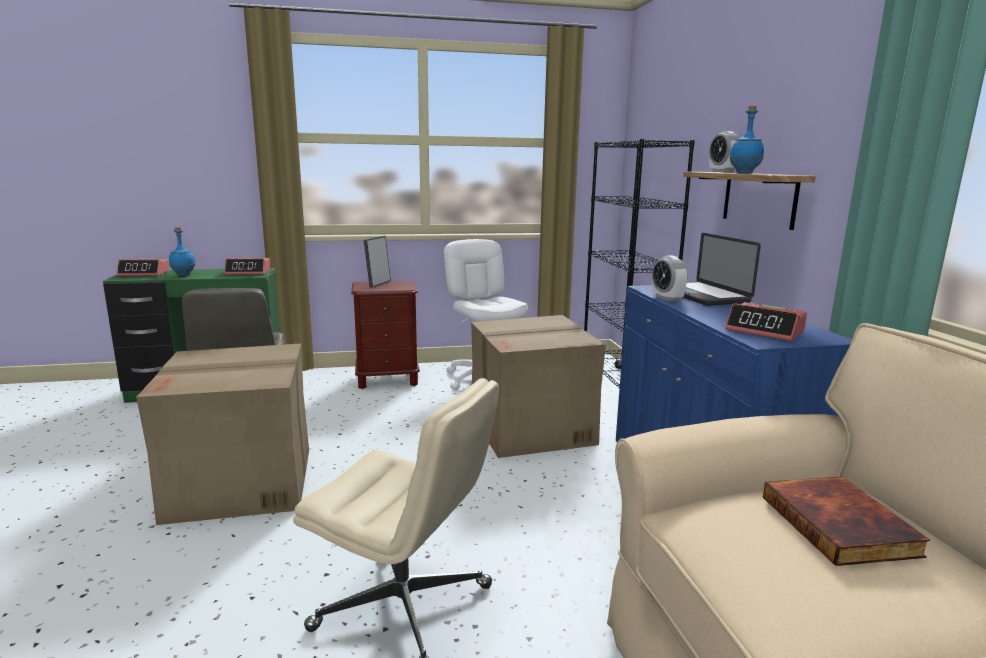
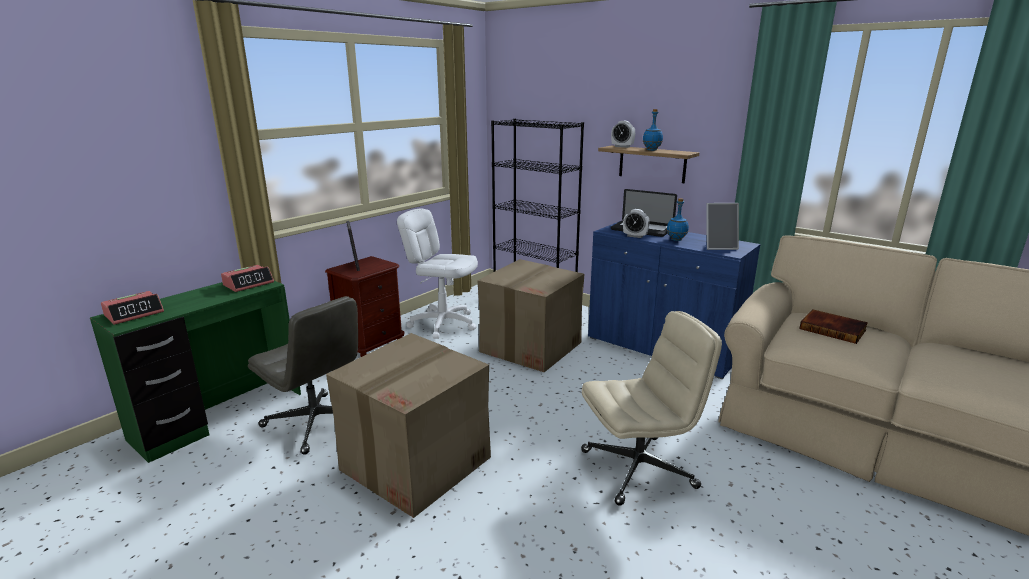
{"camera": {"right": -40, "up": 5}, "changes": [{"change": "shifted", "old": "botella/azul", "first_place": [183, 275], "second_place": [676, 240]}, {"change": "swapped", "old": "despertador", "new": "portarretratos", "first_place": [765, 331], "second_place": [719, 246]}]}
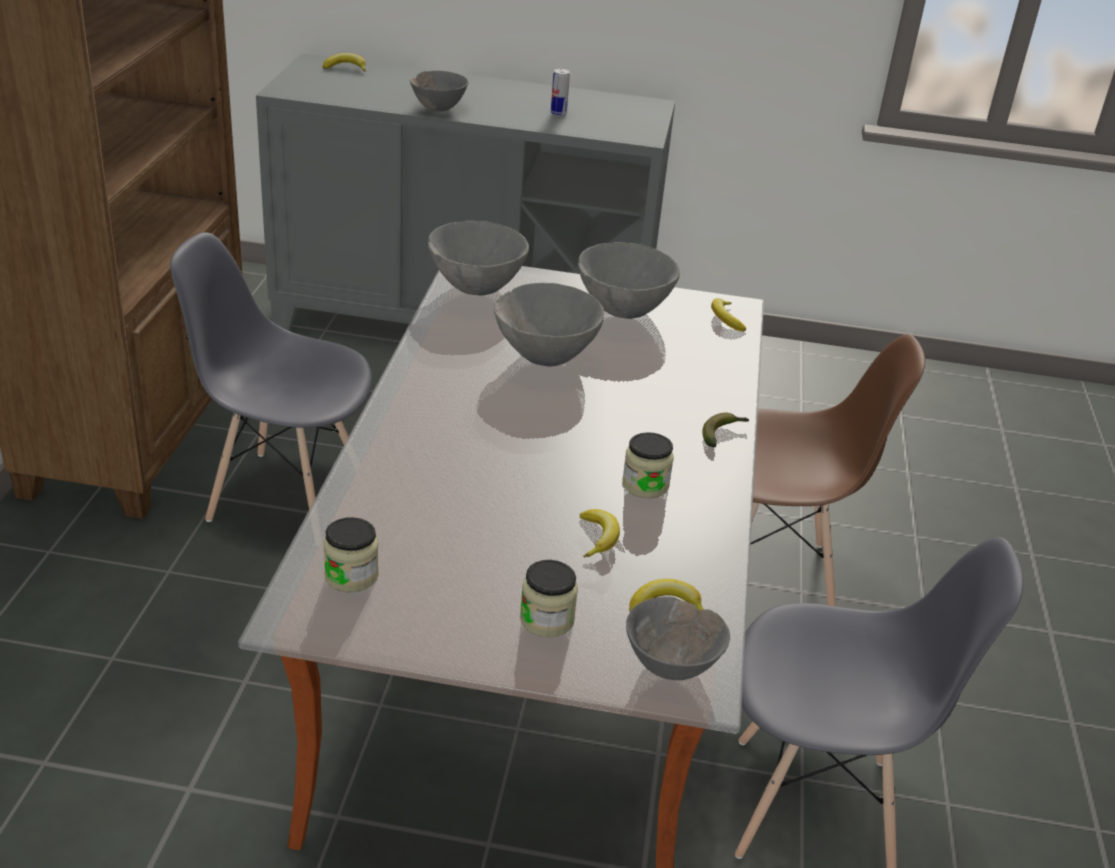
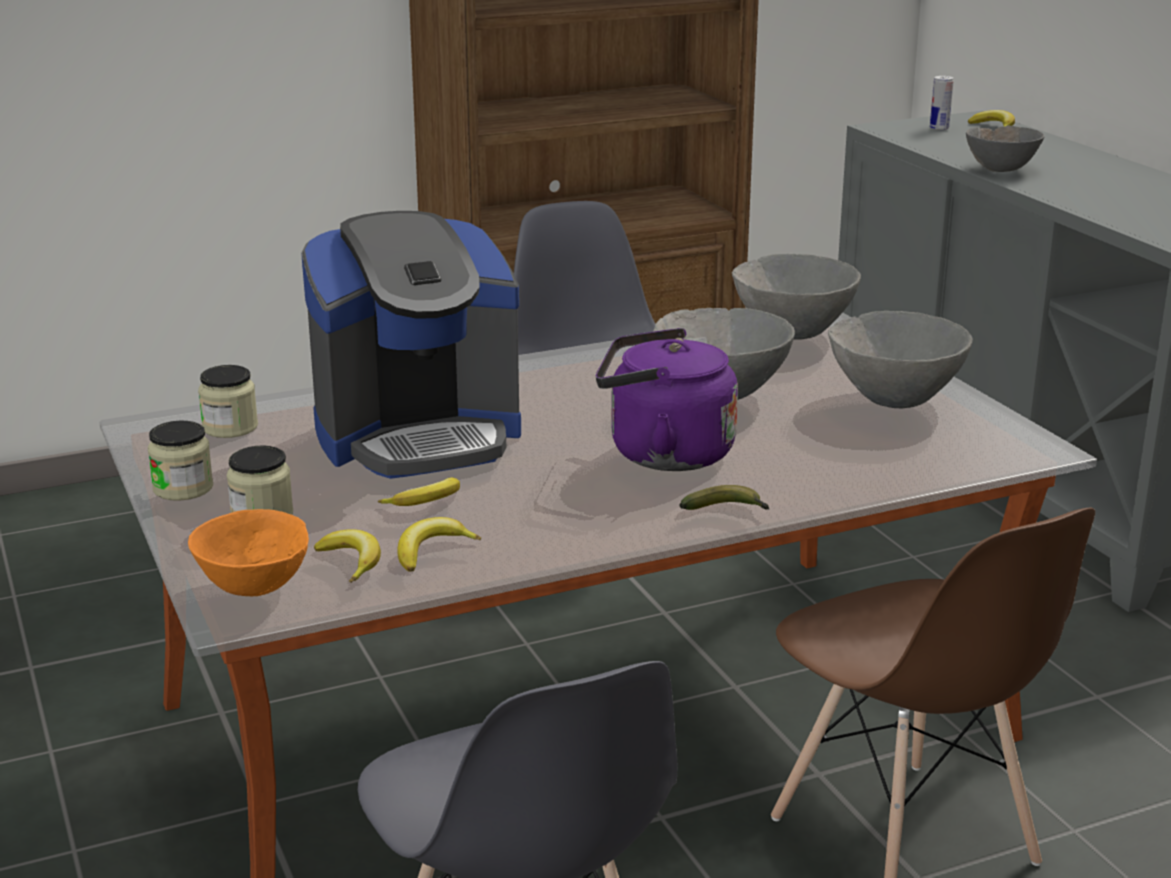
{"camera": {"right": 60, "up": -10}, "changes": [{"change": "shifted", "old": "lata", "first_place": [558, 113], "second_place": [939, 128]}, {"change": "shifted", "old": "plátano", "first_place": [725, 319], "second_place": [431, 551]}, {"change": "shifted", "old": "tarro", "first_place": [645, 485], "second_place": [183, 488]}, {"change": "repainted", "old": "cuenco/gris", "new": "cuenco/naranja", "first_place": [671, 666], "second_place": [255, 589]}, {"change": "new", "new": "cafetera", "second_place": [418, 436]}, {"change": "new", "new": "hervidor/morado", "second_place": [662, 454]}]}
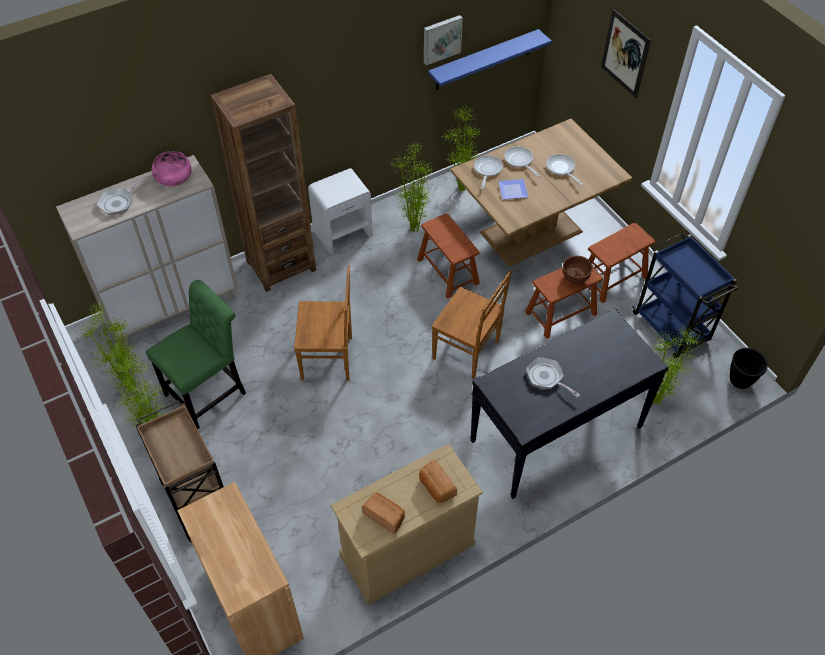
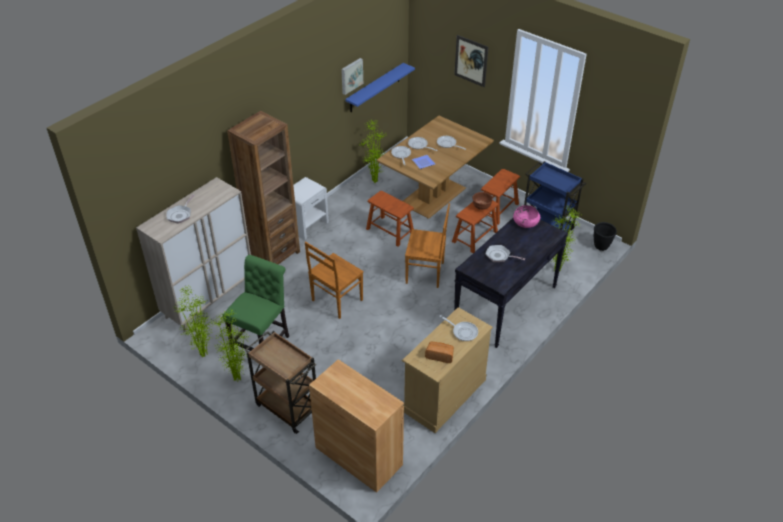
{"camera": {"right": -20, "up": -10}, "changes": [{"change": "gone", "old": "planta en maceta", "first_place": [414, 229]}, {"change": "shifted", "old": "cuenco/rosa", "first_place": [173, 176], "second_place": [525, 222]}, {"change": "rotated", "old": "silla/marrón", "first_place": [329, 358], "second_place": [336, 301], "degrees": 150}, {"change": "swapped", "old": "pan", "new": "sartén", "first_place": [436, 487], "second_place": [463, 332]}]}
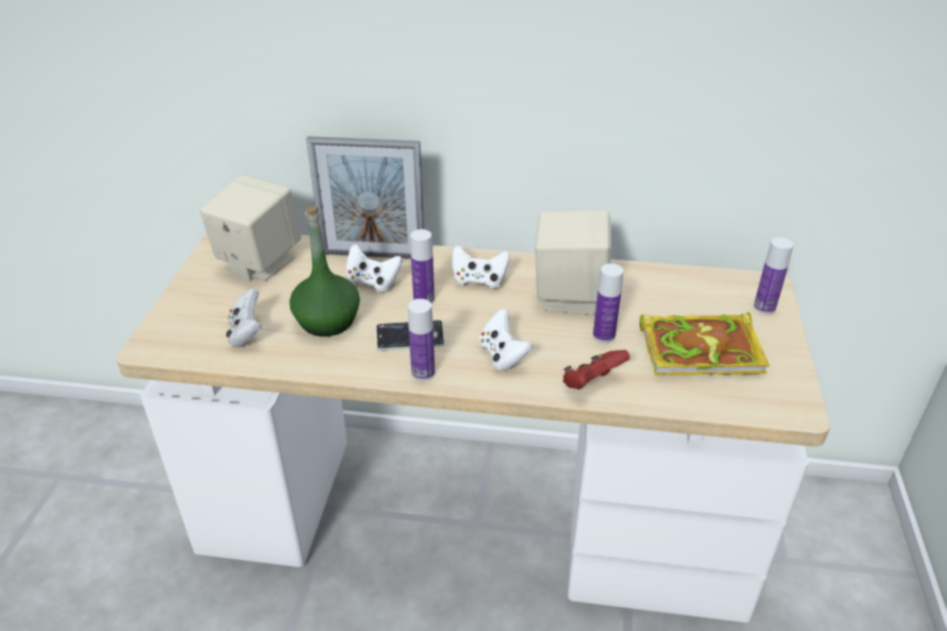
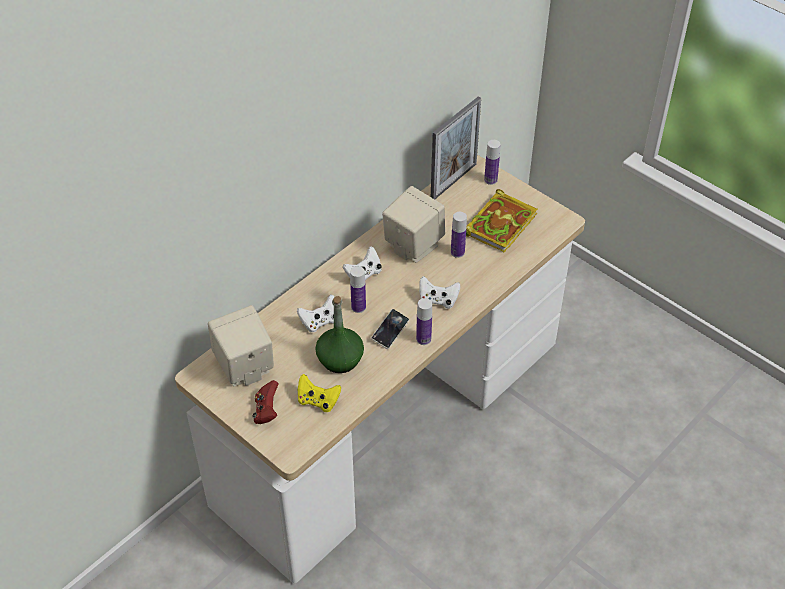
{"camera": {"right": -55, "up": 10}, "changes": [{"change": "shifted", "old": "portarretratos", "first_place": [373, 255], "second_place": [453, 181]}, {"change": "repainted", "old": "mando de consola/blanco", "new": "mando de consola/amarillo", "first_place": [246, 333], "second_place": [318, 401]}, {"change": "shifted", "old": "mando de consola/rojo", "first_place": [591, 383], "second_place": [266, 411]}]}
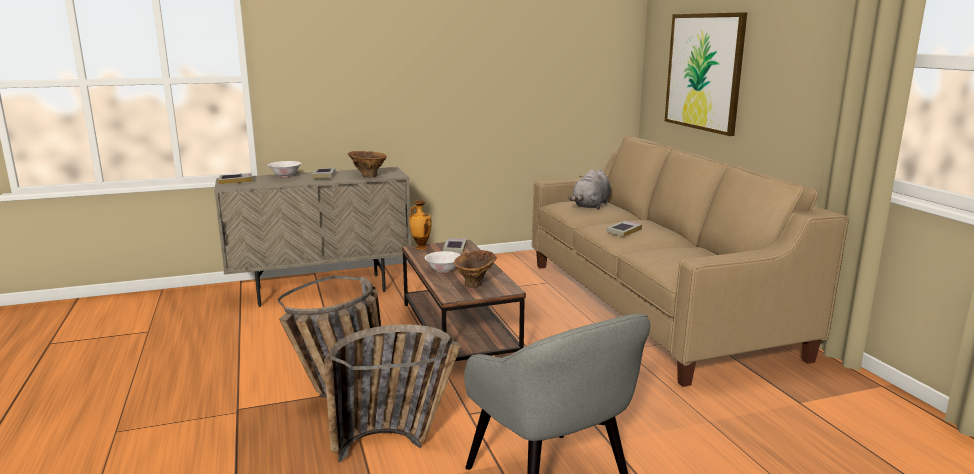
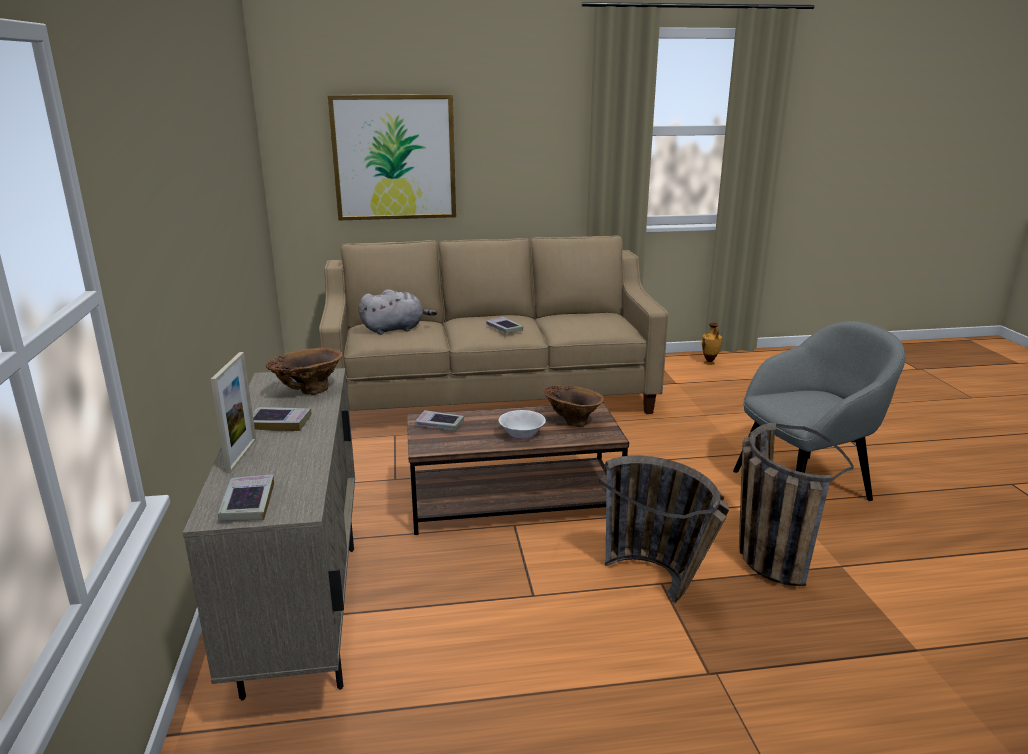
{"camera": {"right": -80, "up": 5}, "changes": [{"change": "swapped", "old": "cuenco/blanco", "new": "portarretratos", "first_place": [285, 175], "second_place": [241, 456]}, {"change": "rotated", "old": "peluche/gris", "first_place": [591, 206], "second_place": [395, 329], "degrees": -60}, {"change": "shifted", "old": "florero", "first_place": [421, 247], "second_place": [709, 363]}]}
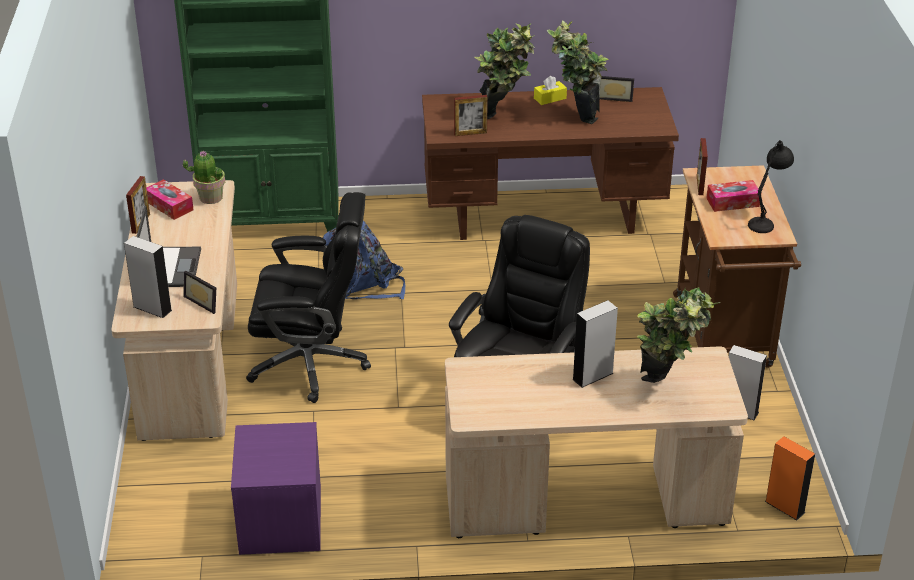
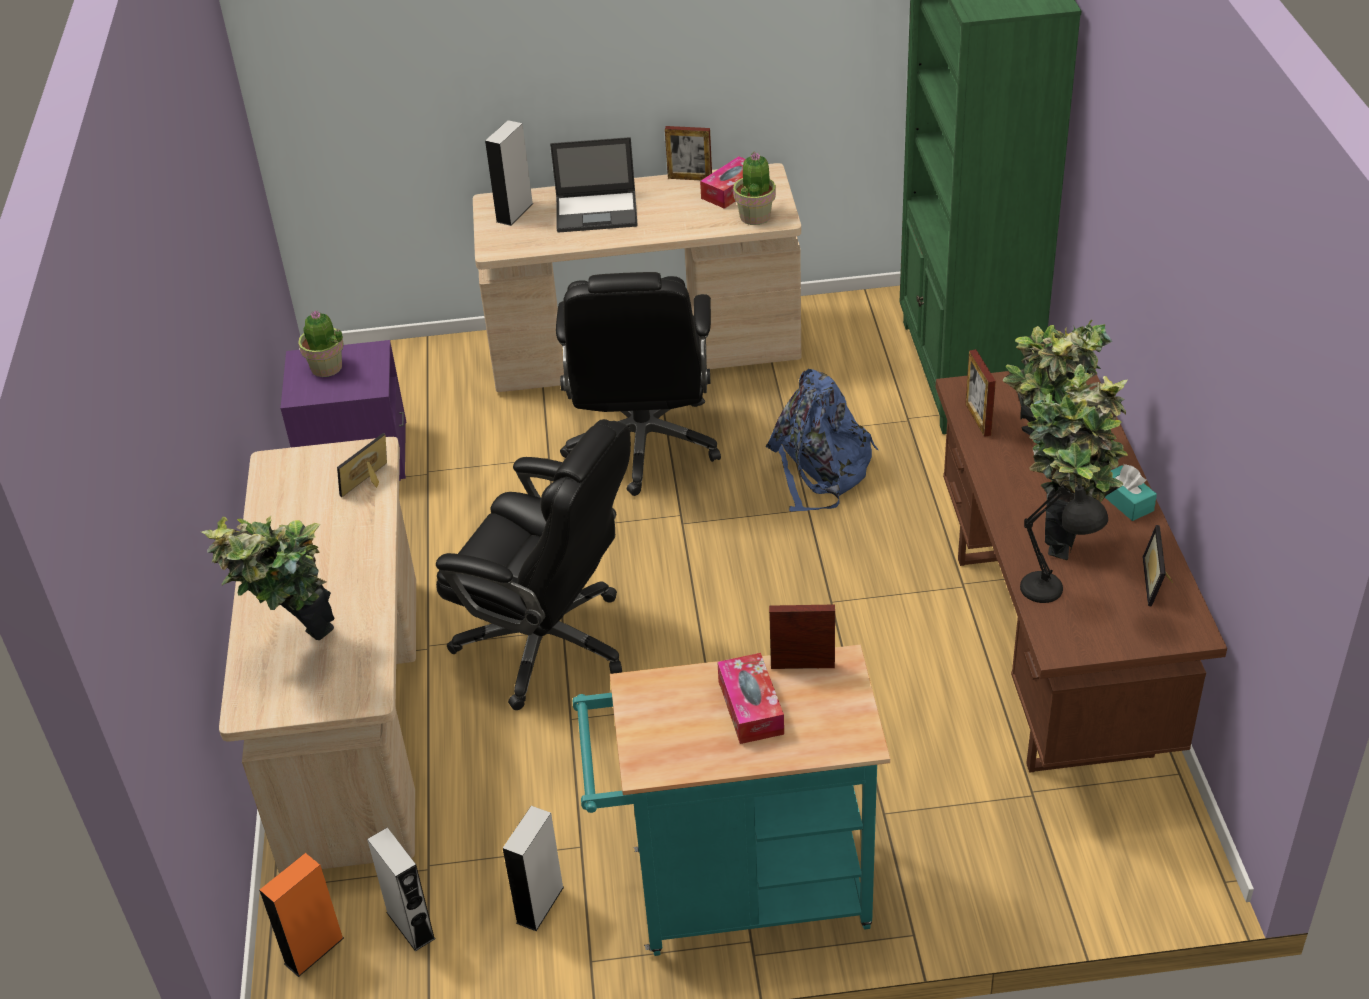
{"camera": {"right": 90, "up": 5}, "changes": [{"change": "repainted", "old": "caja de pañuelos/amarillo", "new": "caja de pañuelos/turquesa", "first_place": [550, 98], "second_place": [1125, 501]}, {"change": "shifted", "old": "lámpara de mesa/negro", "first_place": [767, 221], "second_place": [1057, 595]}, {"change": "repainted", "old": "carrito/marrón", "new": "carrito/turquesa", "first_place": [725, 336], "second_place": [736, 894]}, {"change": "shifted", "old": "portarretratos", "first_place": [204, 301], "second_place": [370, 483]}, {"change": "shifted", "old": "altavoz/gris", "first_place": [592, 376], "second_place": [410, 925]}, {"change": "new", "new": "planta en maceta", "second_place": [326, 368]}]}
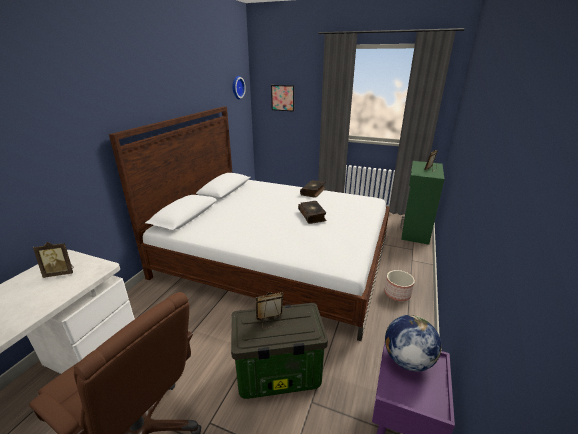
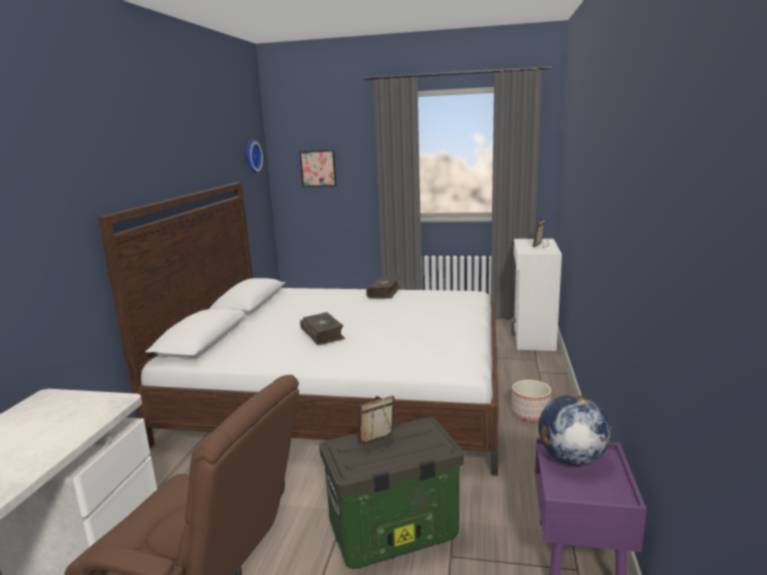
{"camera": {"right": -10, "up": -10}, "changes": [{"change": "repainted", "old": "armario/verde", "new": "armario/blanco", "first_place": [414, 230], "second_place": [532, 337]}, {"change": "shifted", "old": "libro", "first_place": [312, 215], "second_place": [323, 334]}, {"change": "gone", "old": "portarretratos", "first_place": [60, 273]}]}
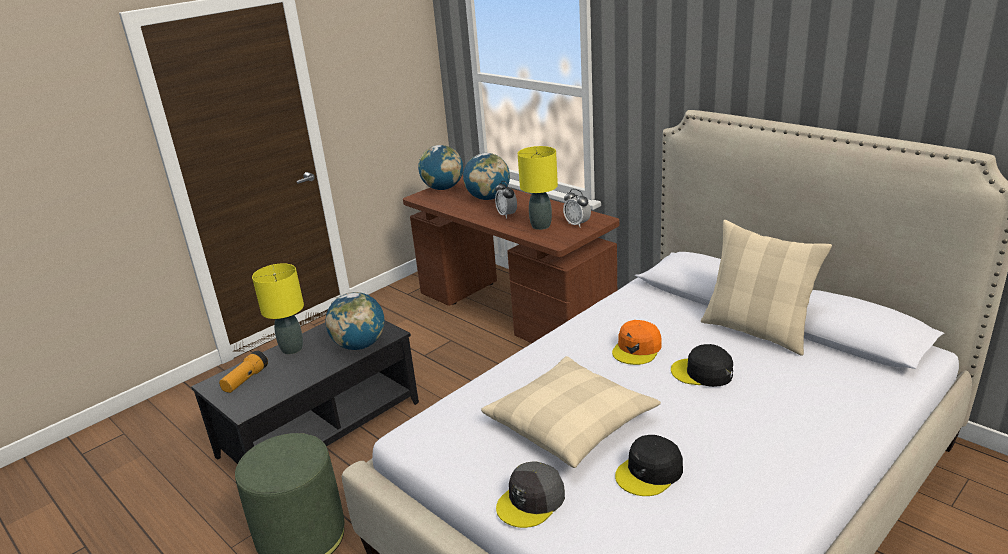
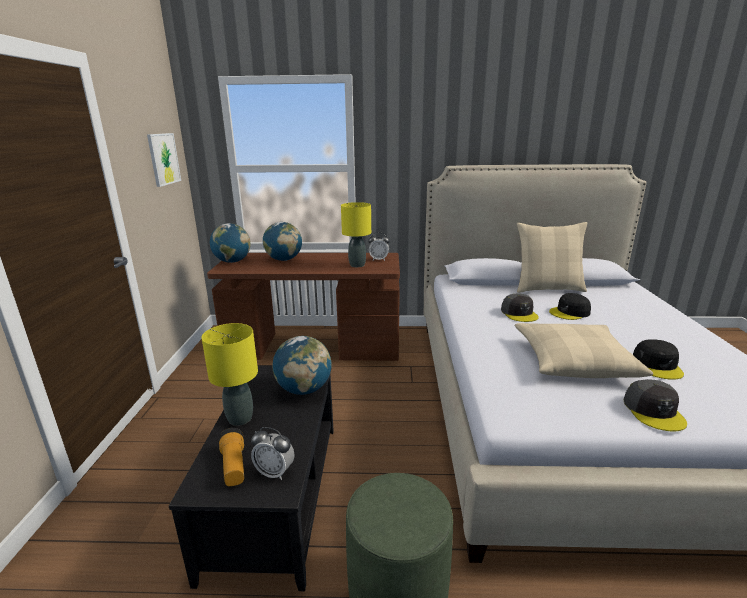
{"camera": {"right": -45, "up": -5}, "changes": [{"change": "shifted", "old": "despertador", "first_place": [507, 215], "second_place": [275, 472]}, {"change": "repainted", "old": "gorra/naranja", "new": "gorra/gris", "first_place": [637, 349], "second_place": [519, 313]}, {"change": "new", "new": "cuadro", "second_place": [163, 159]}]}
